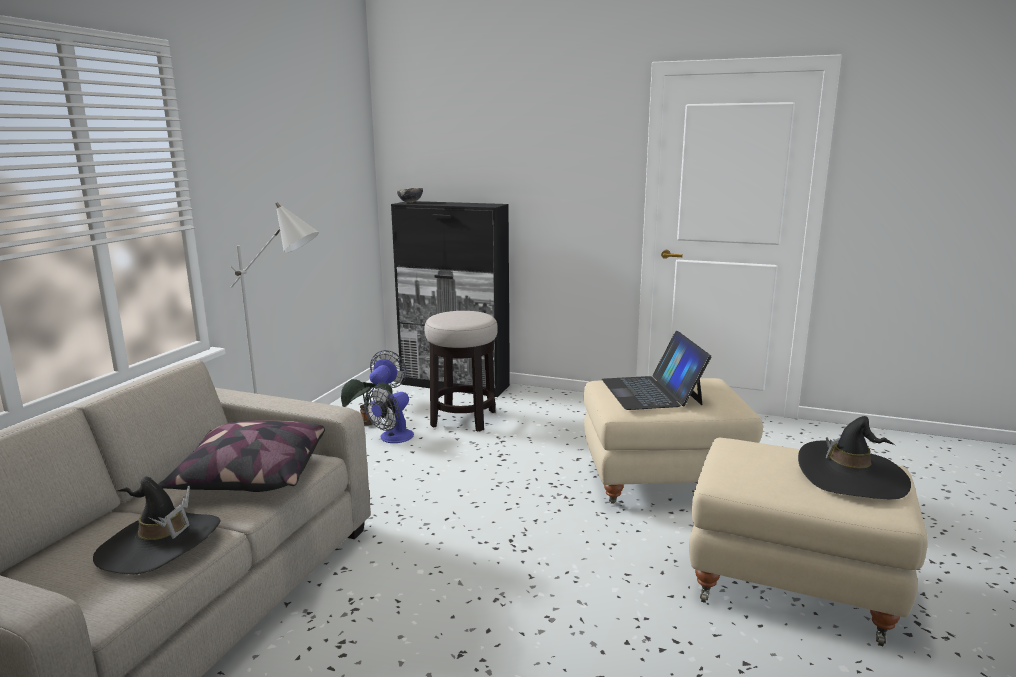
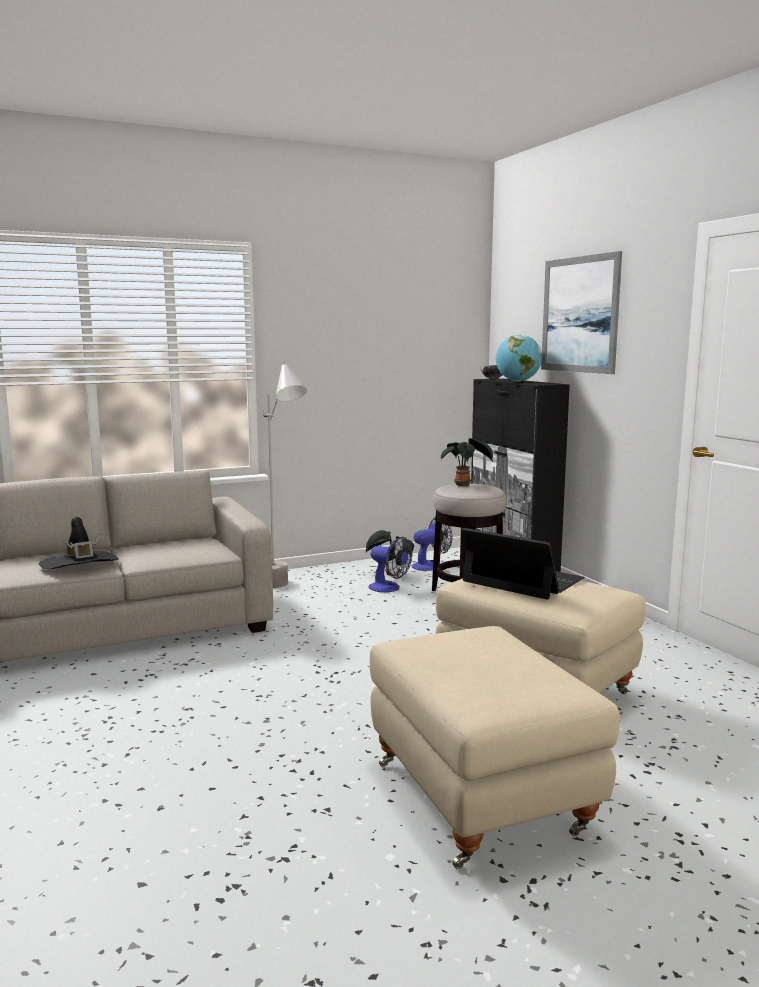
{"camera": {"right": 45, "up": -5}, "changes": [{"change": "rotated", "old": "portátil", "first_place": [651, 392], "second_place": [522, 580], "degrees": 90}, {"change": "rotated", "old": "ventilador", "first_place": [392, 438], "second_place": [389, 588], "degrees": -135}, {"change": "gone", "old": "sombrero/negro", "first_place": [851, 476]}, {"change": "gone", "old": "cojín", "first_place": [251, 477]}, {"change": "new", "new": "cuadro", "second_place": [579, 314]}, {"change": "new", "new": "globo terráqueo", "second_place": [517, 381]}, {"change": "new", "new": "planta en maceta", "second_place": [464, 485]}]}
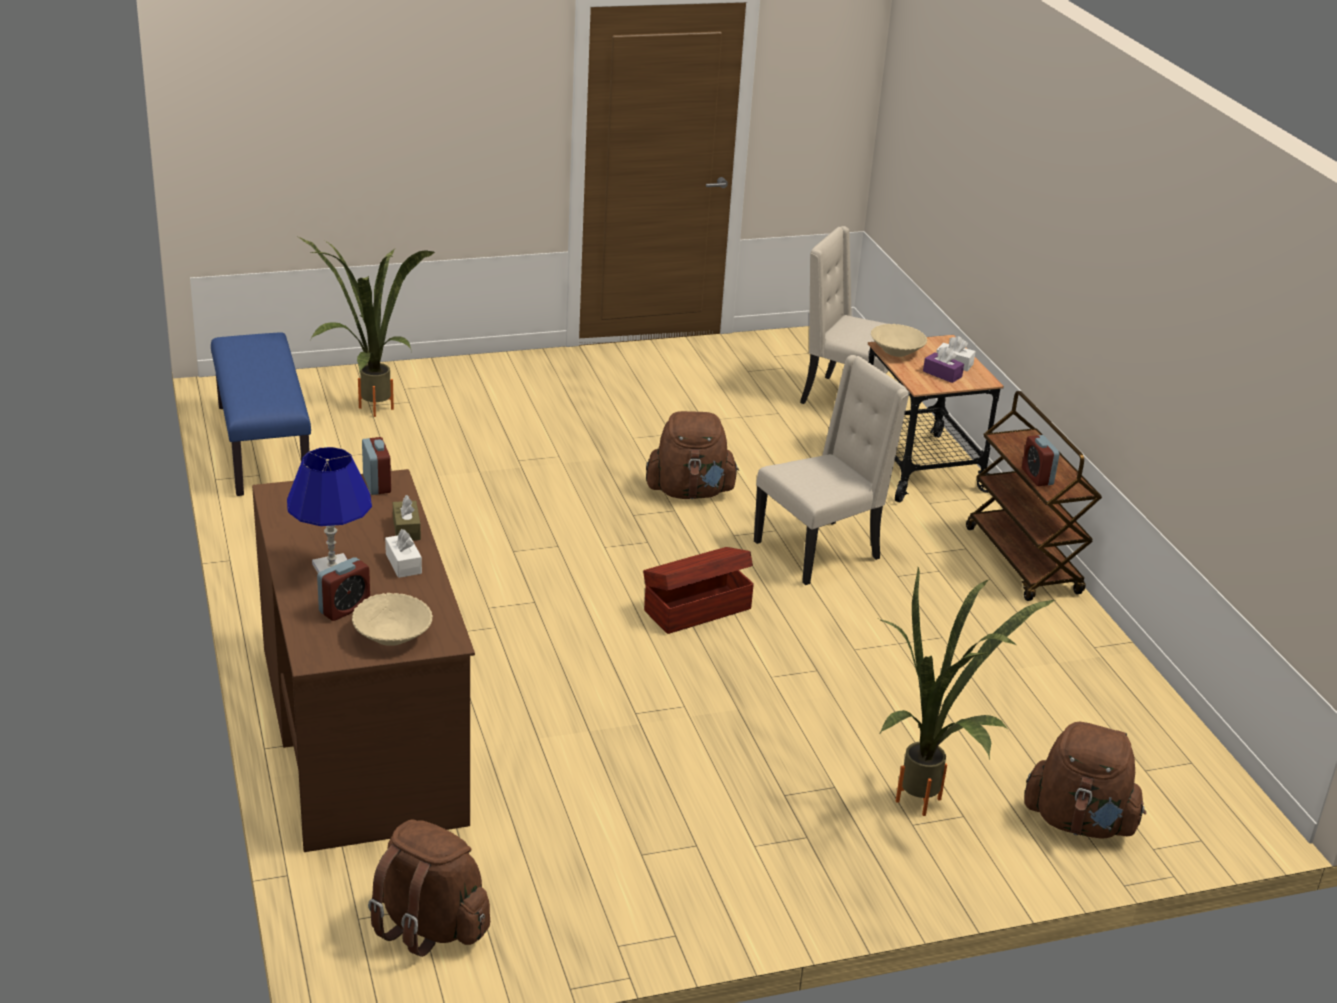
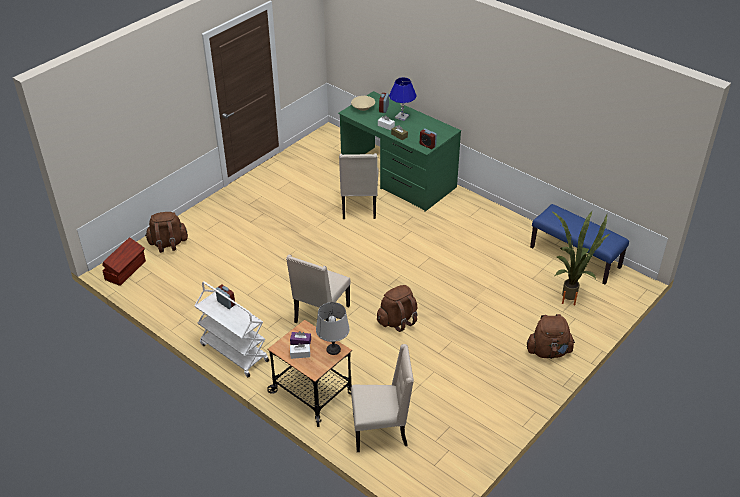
{"camera": {"right": 150, "up": 10}, "changes": [{"change": "swapped", "old": "cuenco/beis", "new": "lámpara de mesa/gris", "first_place": [897, 351], "second_place": [333, 349]}, {"change": "repainted", "old": "carrito/marrón", "new": "carrito/blanco", "first_place": [1023, 561], "second_place": [233, 352]}, {"change": "repainted", "old": "escritorio/marrón", "new": "escritorio/verde", "first_place": [362, 731], "second_place": [398, 178]}, {"change": "shifted", "old": "caja de almacenaje/marrón", "first_place": [696, 609], "second_place": [126, 270]}, {"change": "gone", "old": "planta en maceta", "first_place": [928, 808]}, {"change": "shifted", "old": "mochila/marrón", "first_place": [429, 926], "second_place": [548, 351]}, {"change": "new", "new": "silla/beis", "second_place": [359, 207]}]}
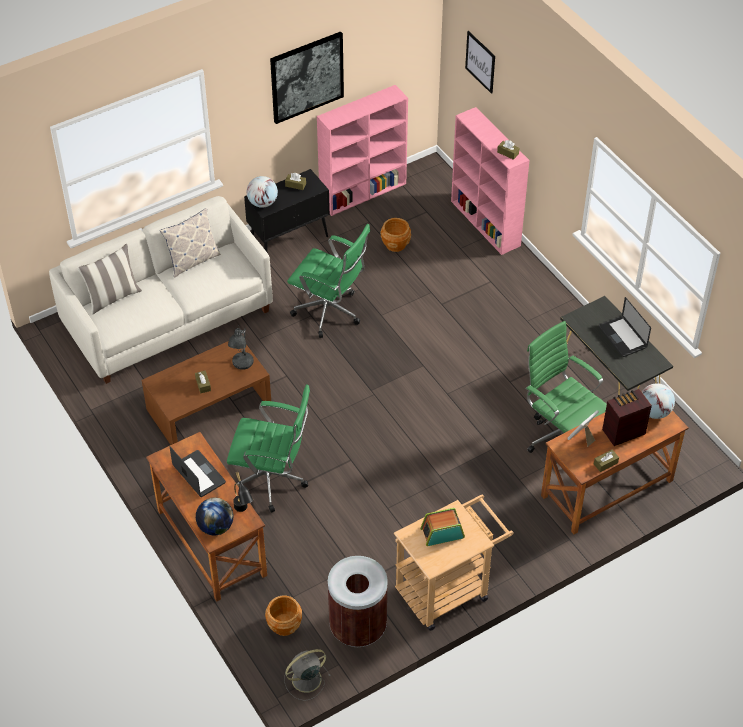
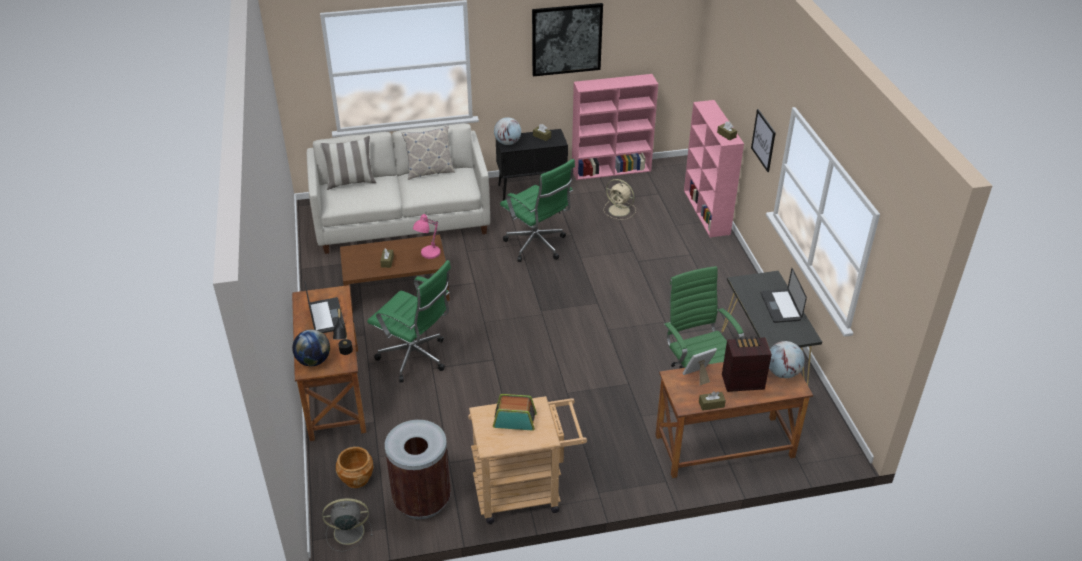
{"camera": {"right": 20, "up": -10}, "changes": [{"change": "shifted", "old": "cuadro", "first_place": [480, 62], "second_place": [763, 140]}, {"change": "swapped", "old": "maceta/marrón", "new": "ventilador/beis", "first_place": [395, 244], "second_place": [620, 210]}, {"change": "repainted", "old": "lámpara de mesa/gris", "new": "lámpara de mesa/rosa", "first_place": [241, 363], "second_place": [428, 254]}]}
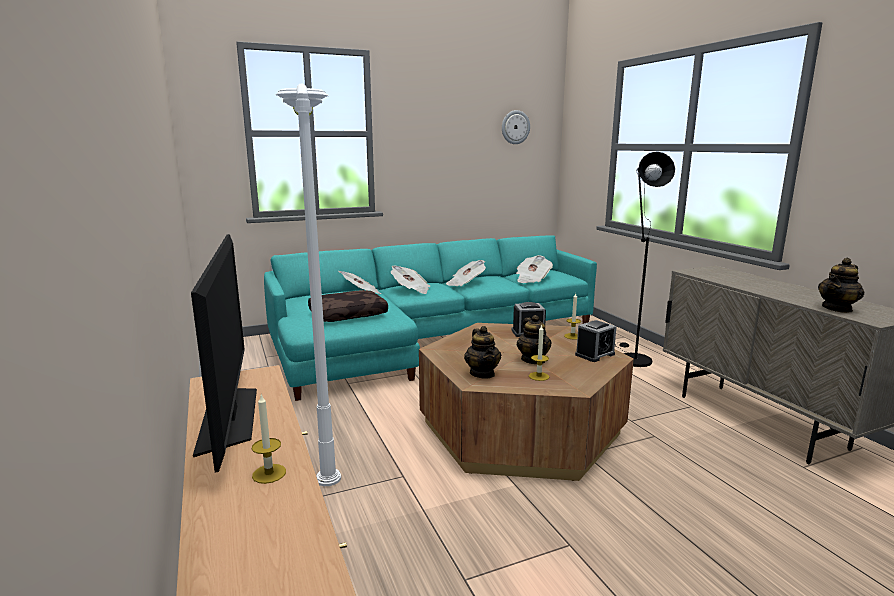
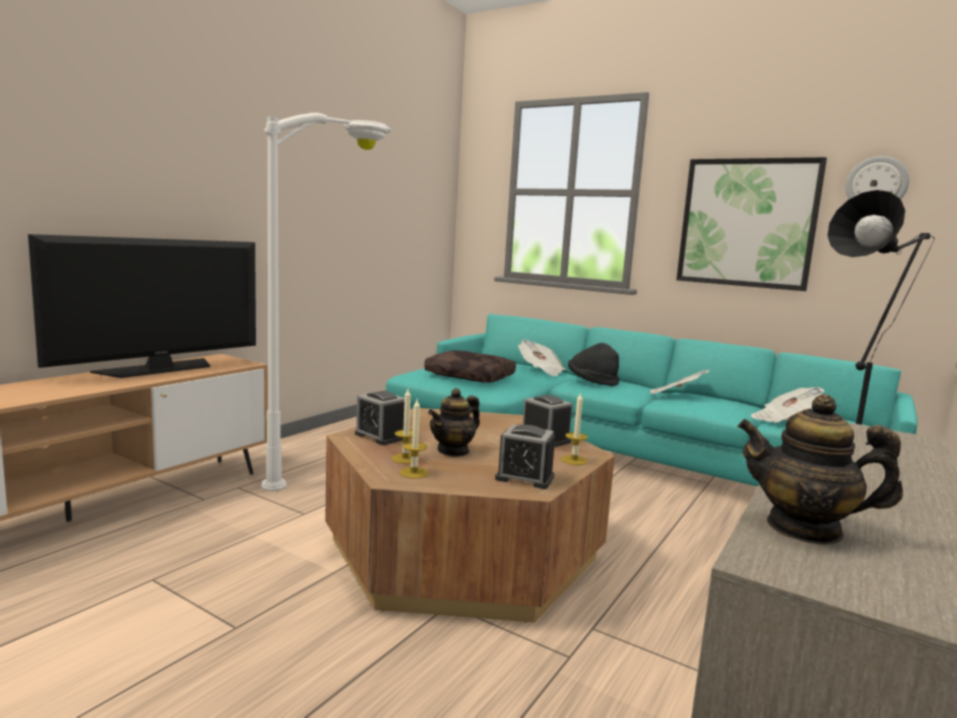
{"camera": {"right": 55, "up": -5}, "changes": [{"change": "swapped", "old": "periódico", "new": "sombrero/negro", "first_place": [411, 290], "second_place": [592, 382]}, {"change": "swapped", "old": "tetera", "new": "despertador", "first_place": [482, 373], "second_place": [380, 436]}, {"change": "shifted", "old": "vela", "first_place": [269, 473], "second_place": [414, 473]}, {"change": "new", "new": "cuadro", "second_place": [747, 223]}]}
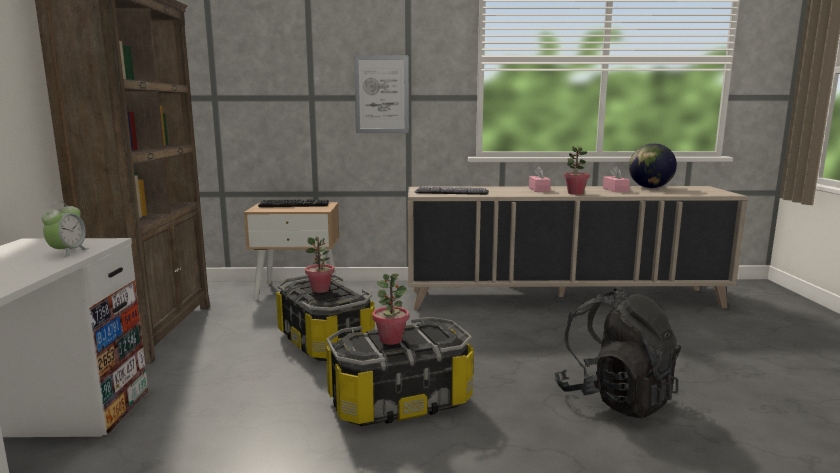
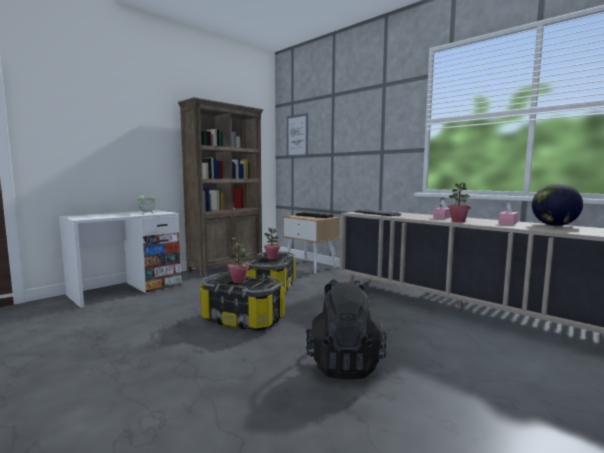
{"camera": {"right": 45, "up": -5}, "changes": [{"change": "shifted", "old": "cuadro", "first_place": [381, 94], "second_place": [297, 136]}]}
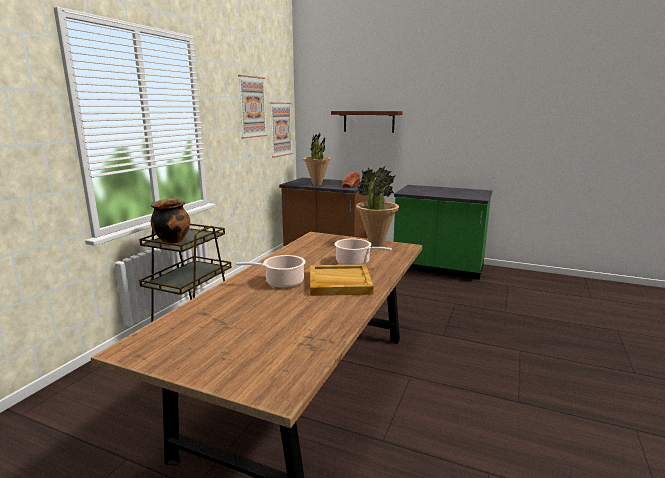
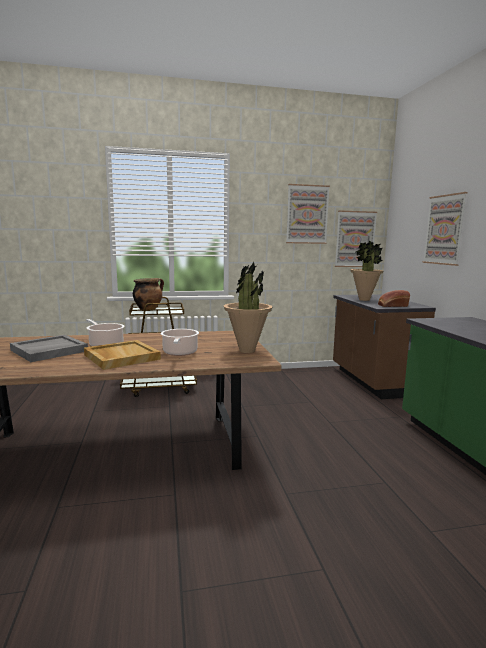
{"camera": {"right": 55, "up": -5}, "changes": [{"change": "swapped", "old": "estante", "new": "cuadro", "first_place": [368, 121], "second_place": [444, 230]}, {"change": "new", "new": "bandeja/gris", "second_place": [49, 351]}]}
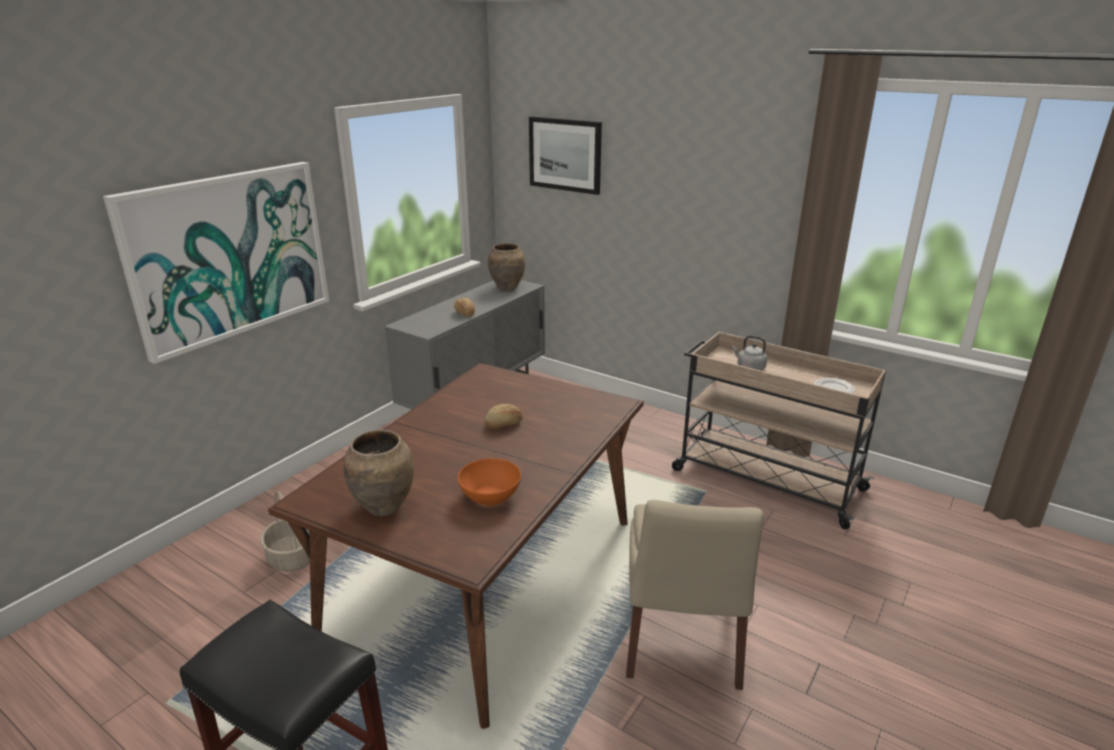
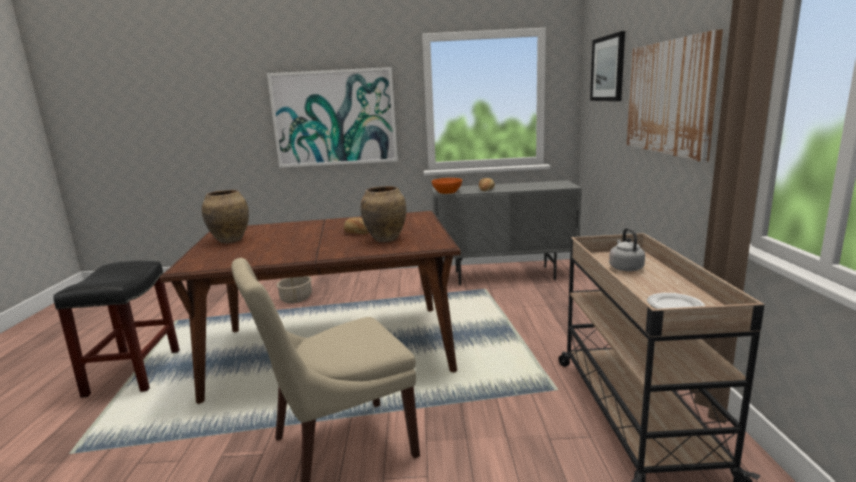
{"camera": {"right": 55, "up": -10}, "changes": [{"change": "shifted", "old": "florero/marrón", "first_place": [507, 287], "second_place": [386, 239]}, {"change": "shifted", "old": "cuenco/naranja", "first_place": [490, 496], "second_place": [447, 192]}, {"change": "new", "new": "cuadro", "second_place": [668, 97]}]}
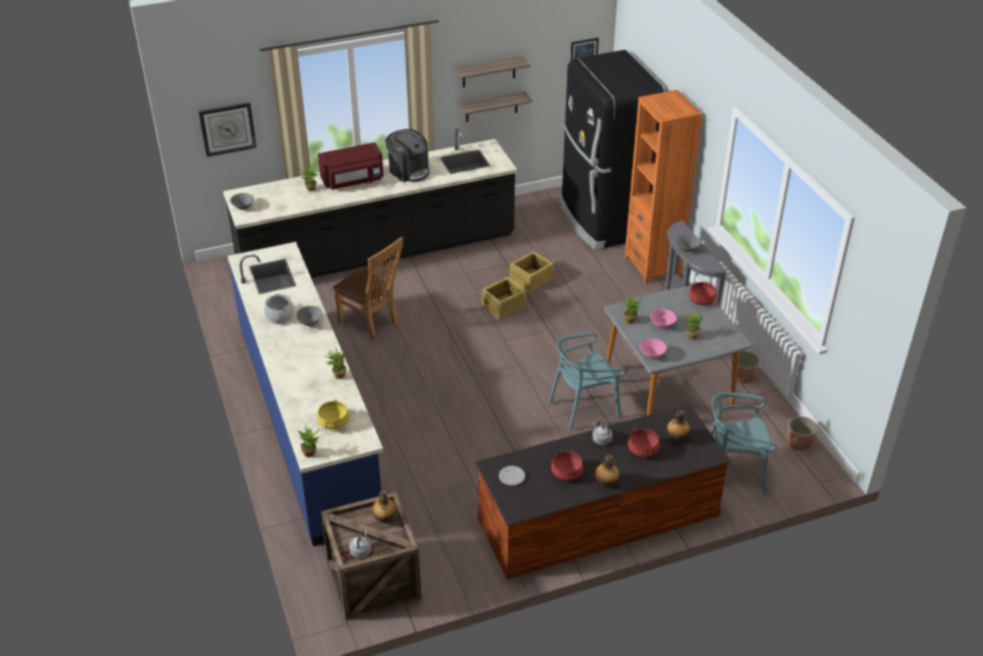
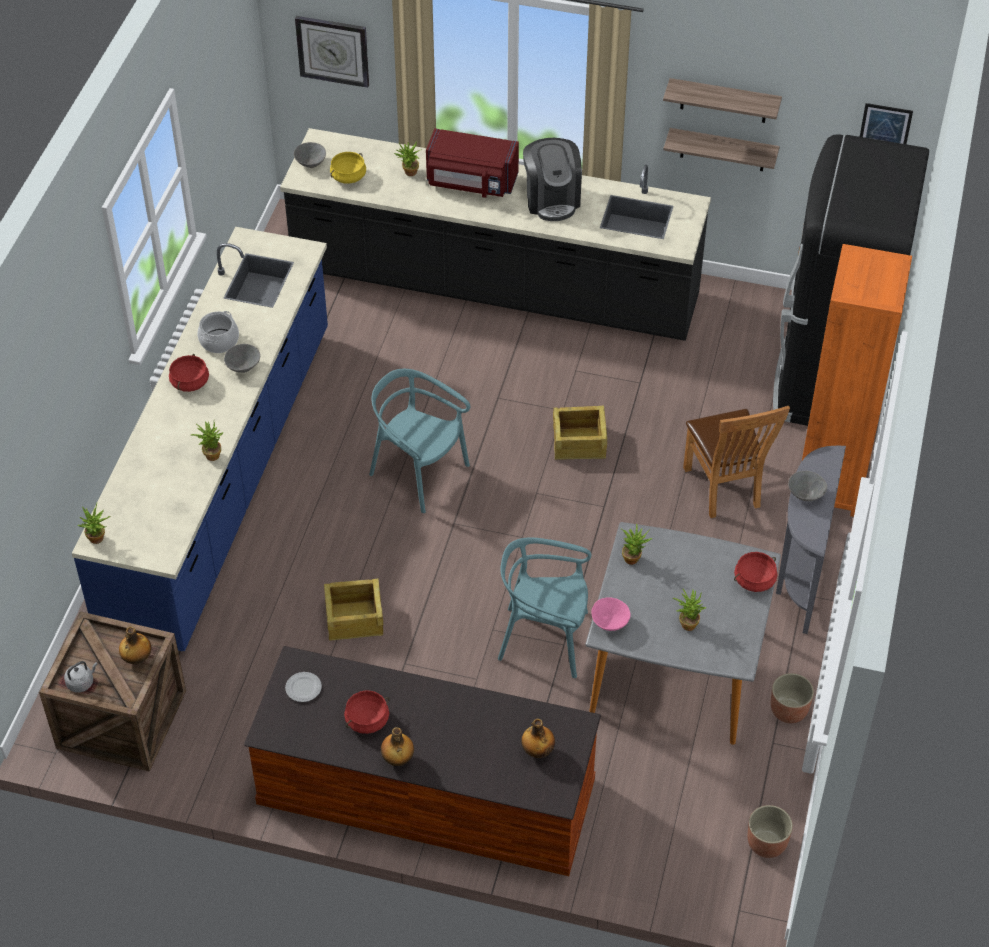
{"camera": {"right": 35, "up": 10}, "changes": [{"change": "shifted", "old": "silla/marrón", "first_place": [371, 324], "second_place": [725, 490]}, {"change": "shifted", "old": "caja de embalaje", "first_place": [530, 279], "second_place": [354, 618]}, {"change": "gone", "old": "cuenco/rosa", "first_place": [662, 325]}, {"change": "shifted", "old": "silla/turquesa", "first_place": [733, 471], "second_place": [418, 473]}, {"change": "shifted", "old": "olla/amarillo", "first_place": [333, 422], "second_place": [348, 176]}, {"change": "gone", "old": "hervidor/gris", "first_place": [601, 439]}, {"change": "shifted", "old": "olla/rojo", "first_place": [642, 450], "second_place": [189, 382]}]}
